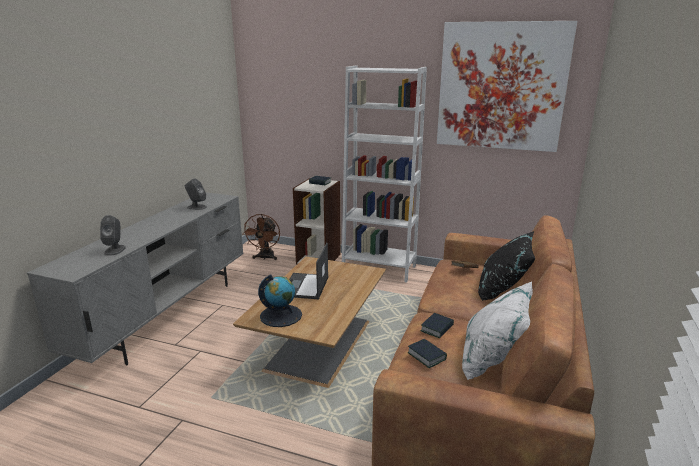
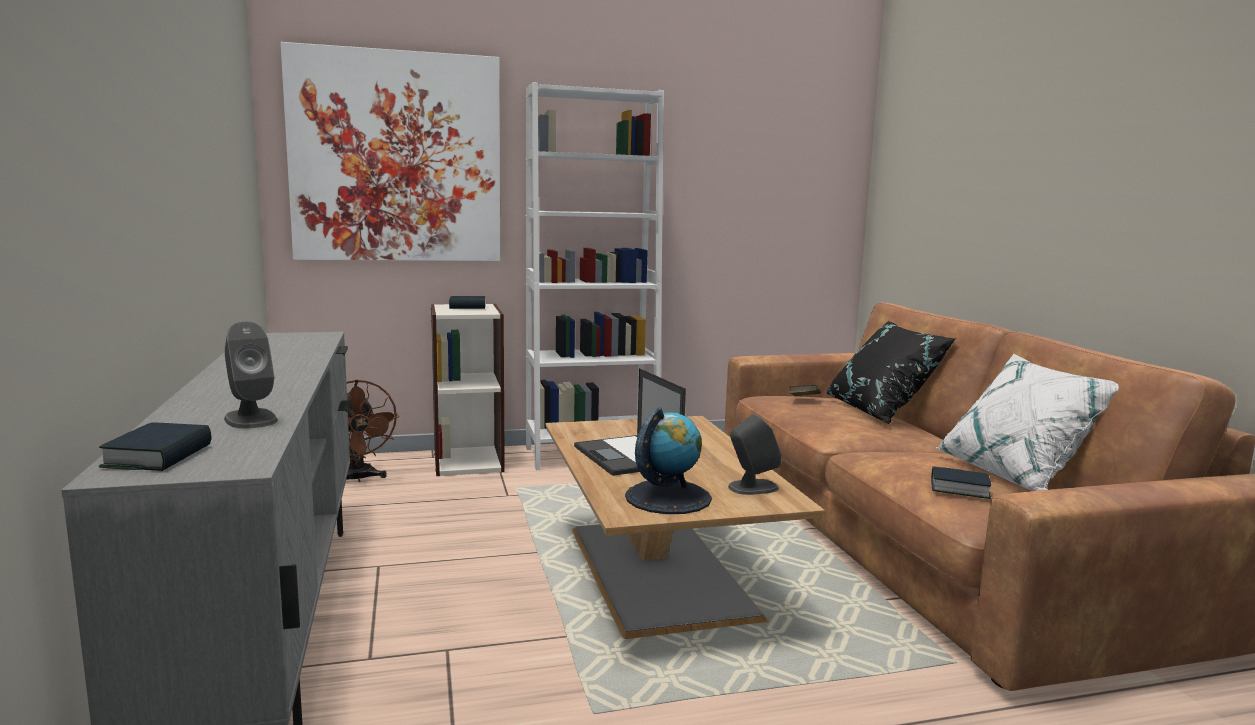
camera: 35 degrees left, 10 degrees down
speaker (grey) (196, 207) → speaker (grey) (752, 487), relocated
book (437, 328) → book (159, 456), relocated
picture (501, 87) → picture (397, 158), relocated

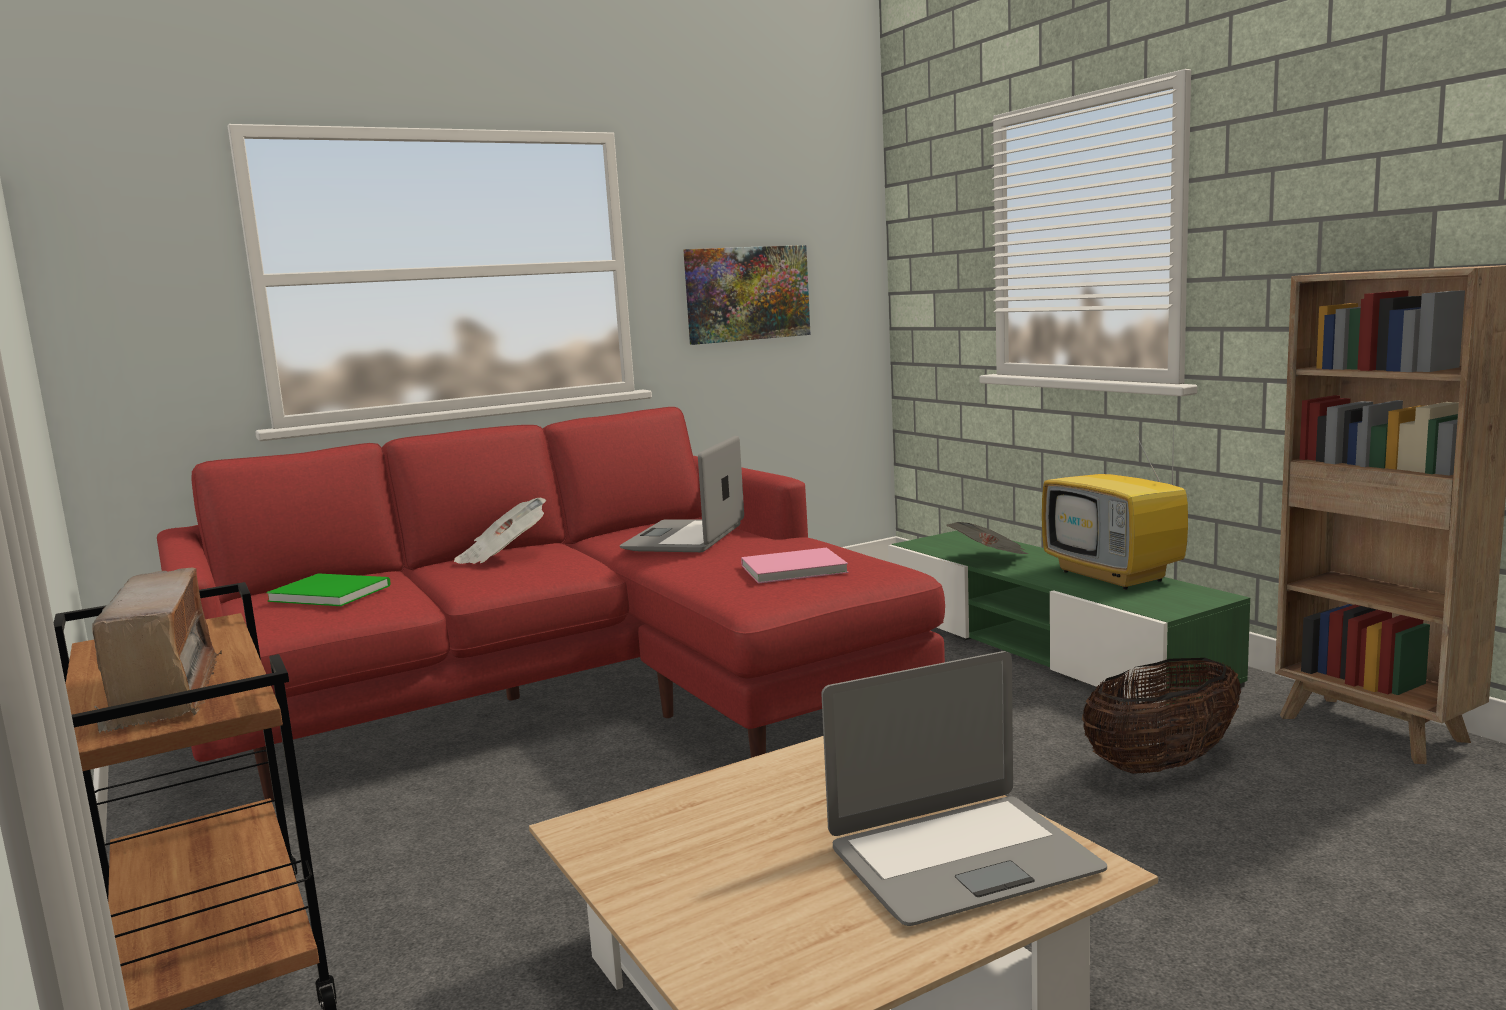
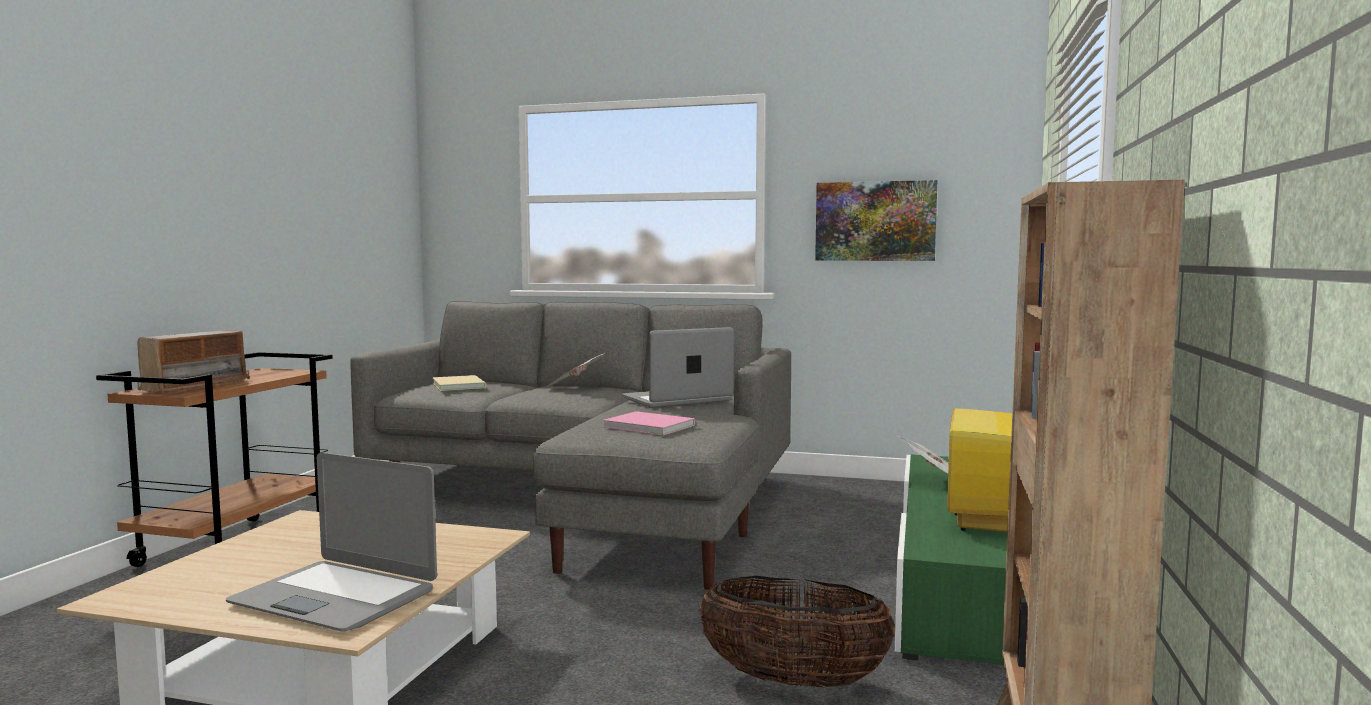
camera: 45 degrees right, 5 degrees down
sofa (red) (570, 704) → sofa (grey) (593, 501)
book (green) (329, 592) → book (beige) (460, 385)

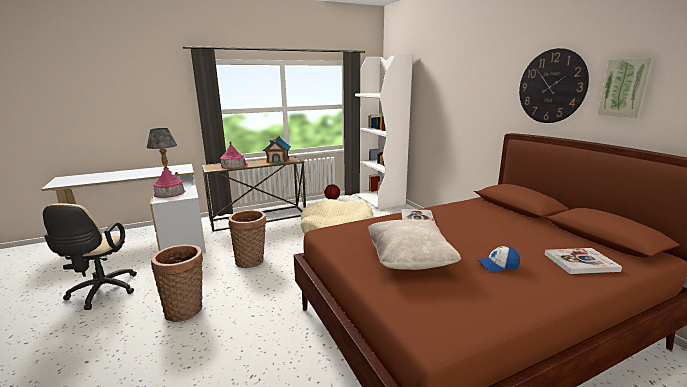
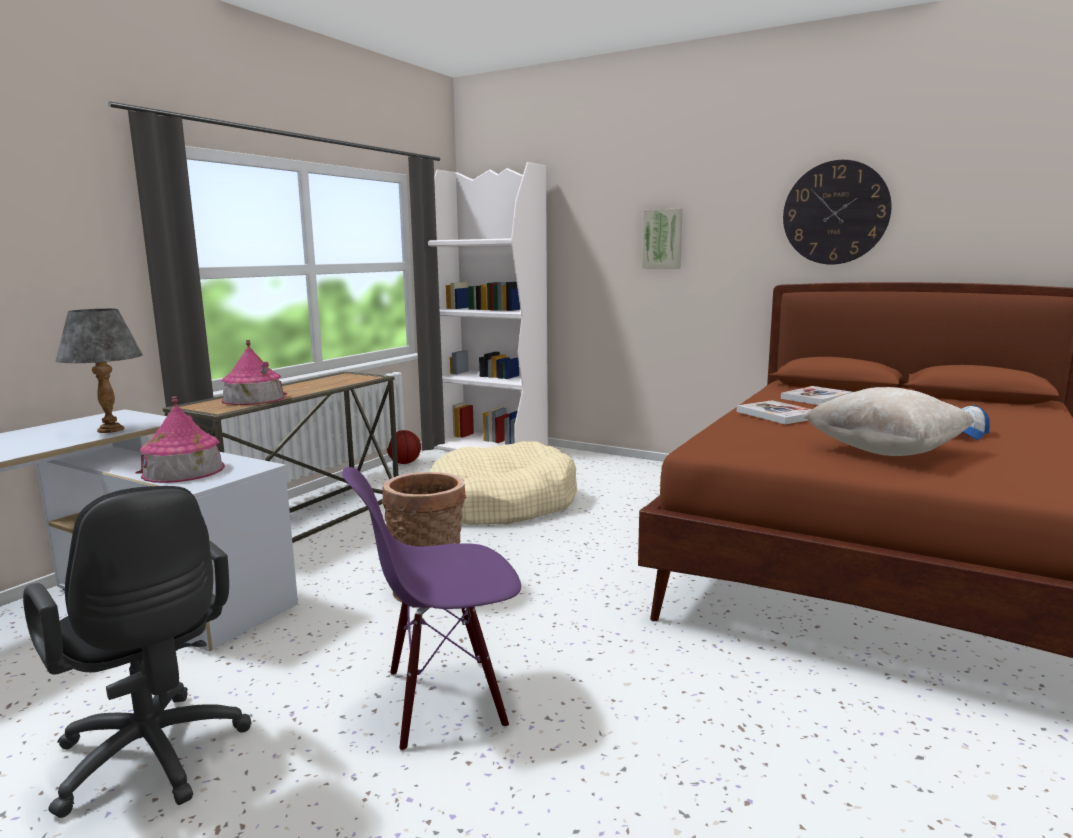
camera: 35 degrees left, 5 degrees down
office chair (beige) (102, 292) → office chair (black) (154, 760)
basket (186, 309) → chair (purple) (444, 700)
toy house (278, 160) → -
book (580, 262) → book (816, 398), relocated
picture (625, 88) → picture (662, 239), relocated

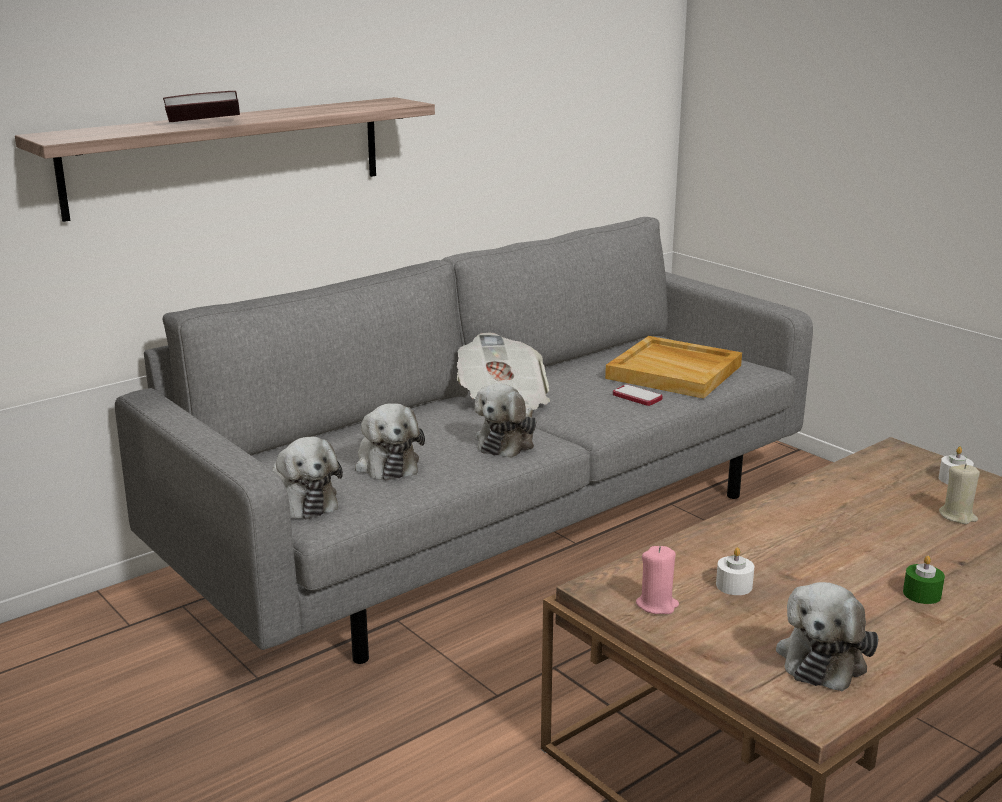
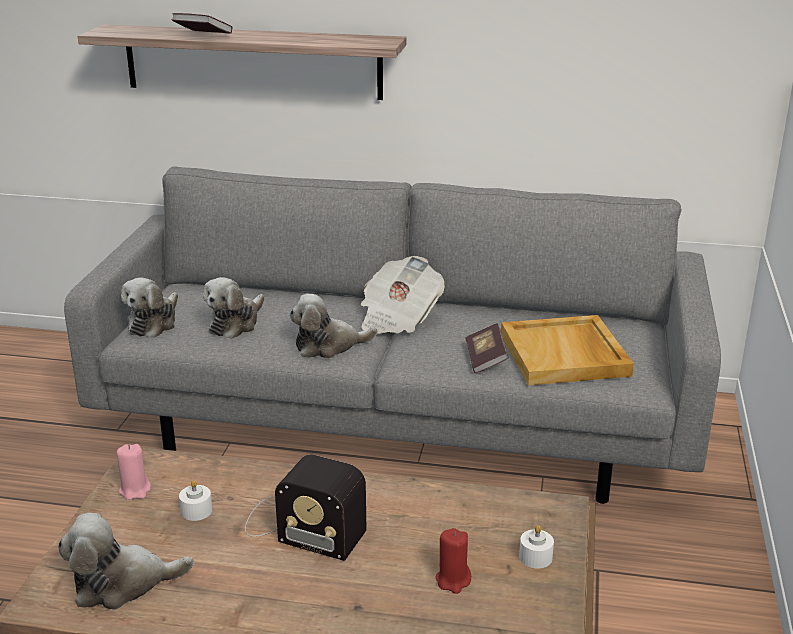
camera: 50 degrees right, 5 degrees up
phone (637, 397) → book (485, 359)
candle (green) (922, 594) → -
candle (beige) (957, 516) → candle (red) (453, 580)
- → radio (300, 525)

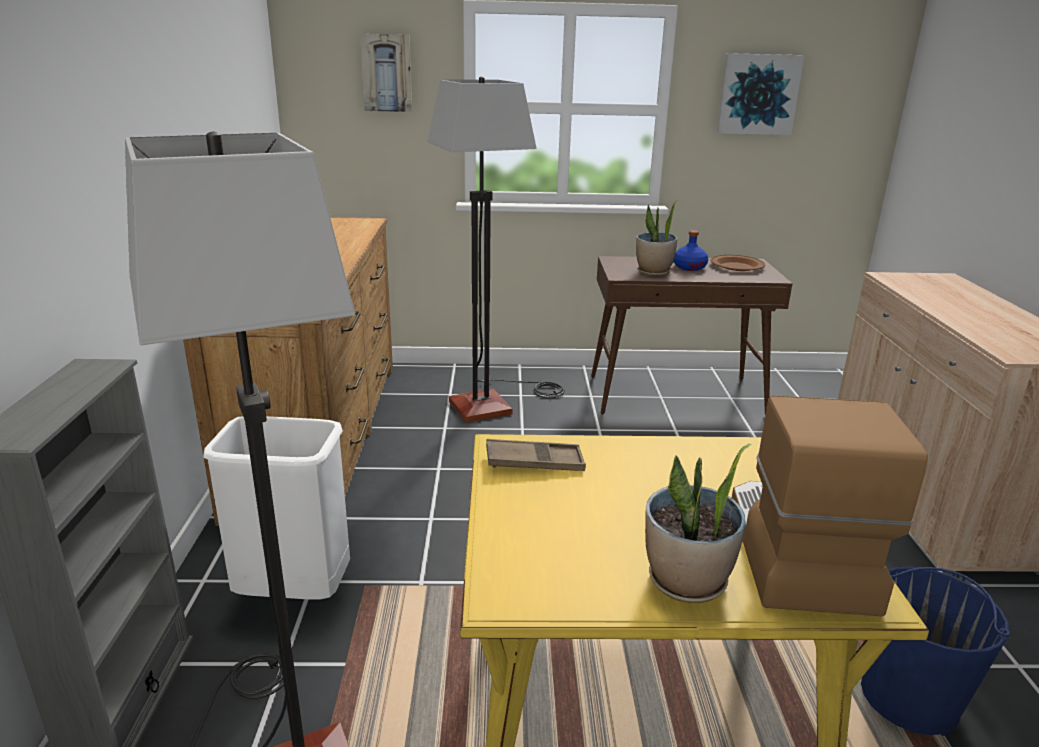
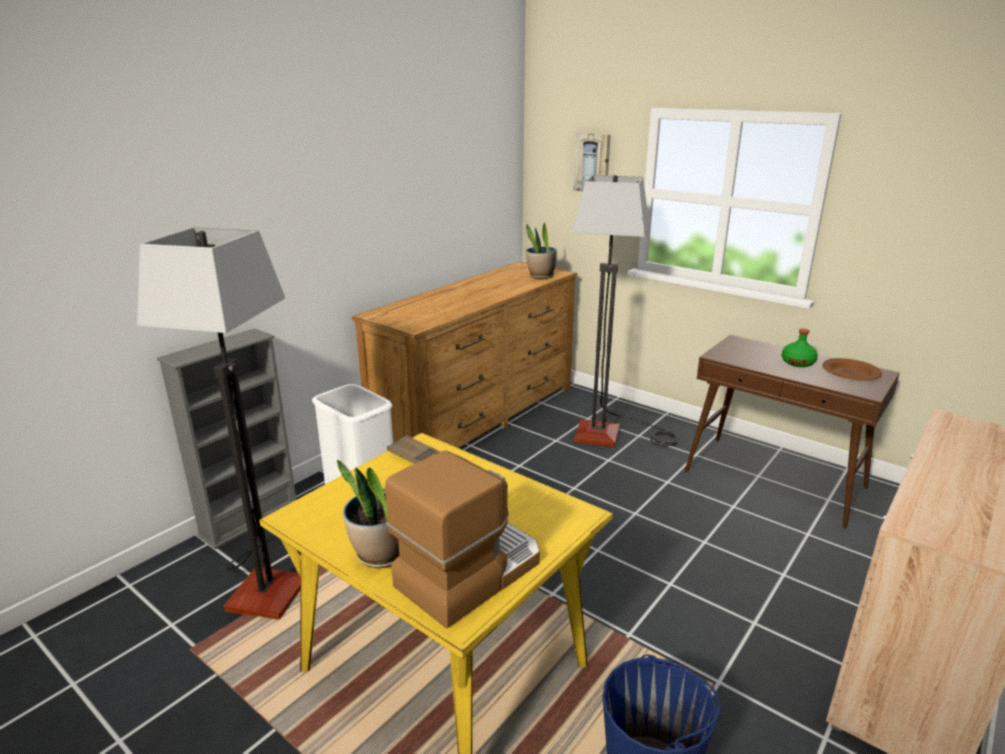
camera: 40 degrees right, 0 degrees up
potted plant (653, 272) → potted plant (541, 276), relocated
bottle (blue) (689, 267) → bottle (green) (797, 362)
picture (758, 94) → -

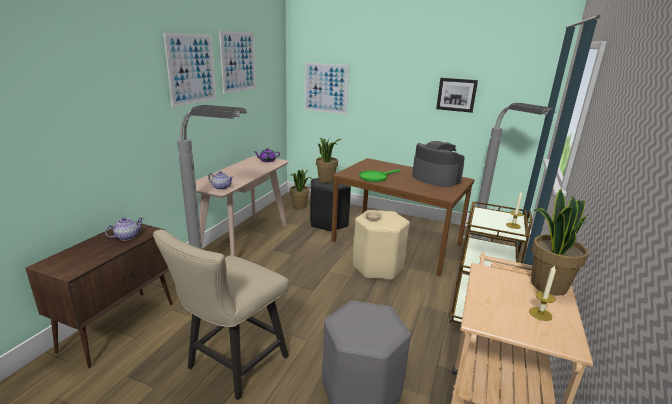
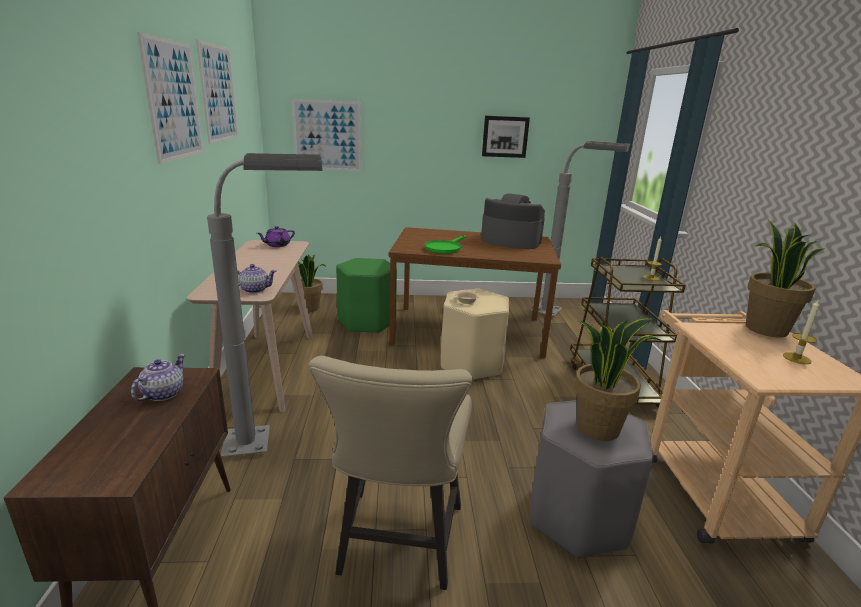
camera: 25 degrees left, 0 degrees up
stool (black) (329, 222) → stool (green) (366, 322)
potted plant (326, 180) → potted plant (598, 427), relocated

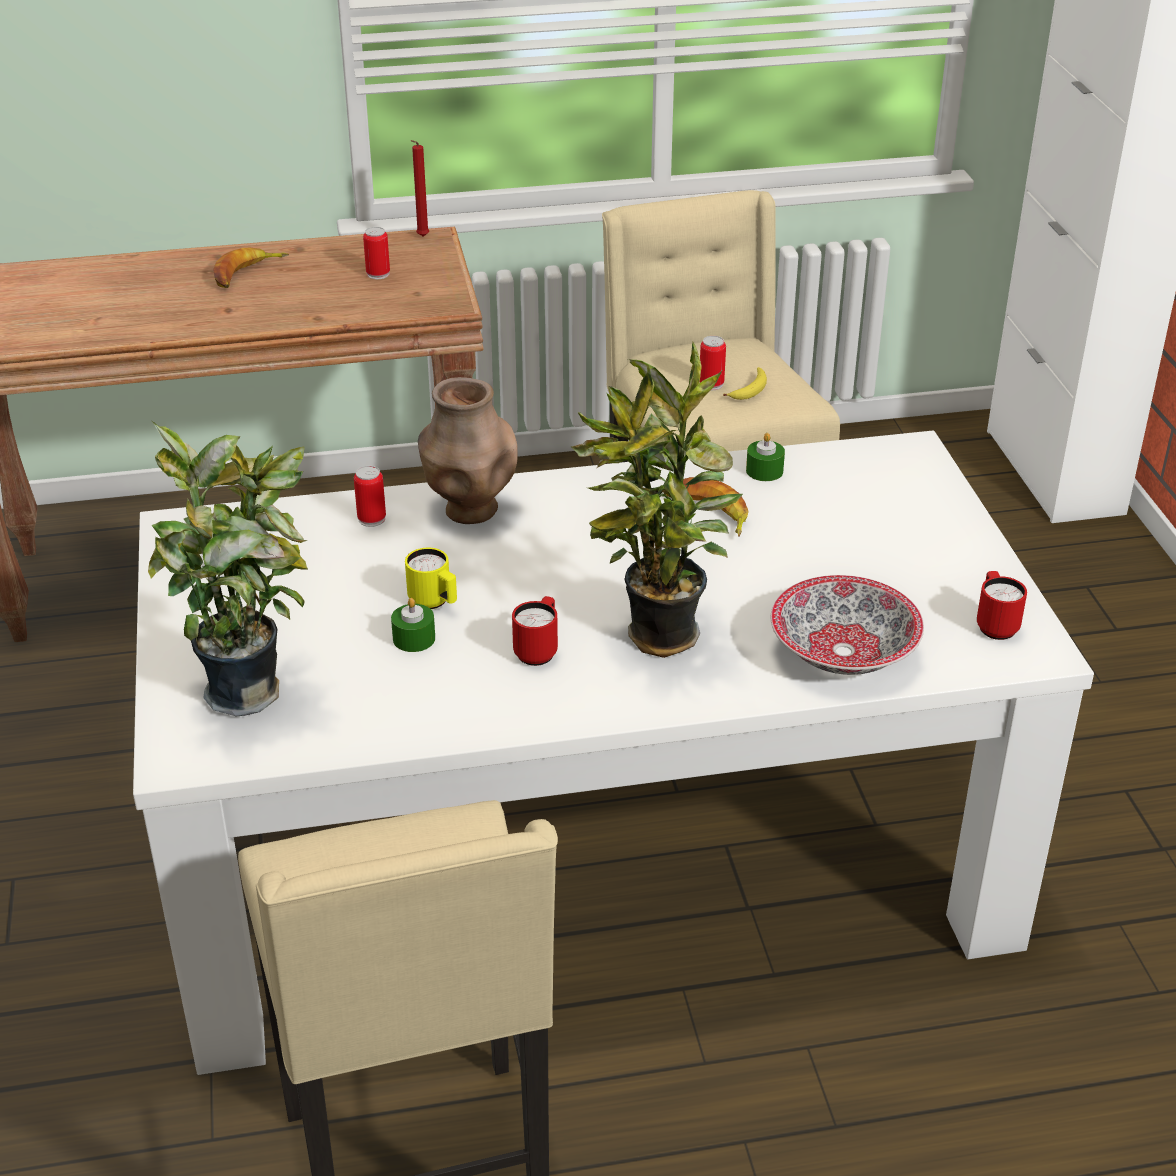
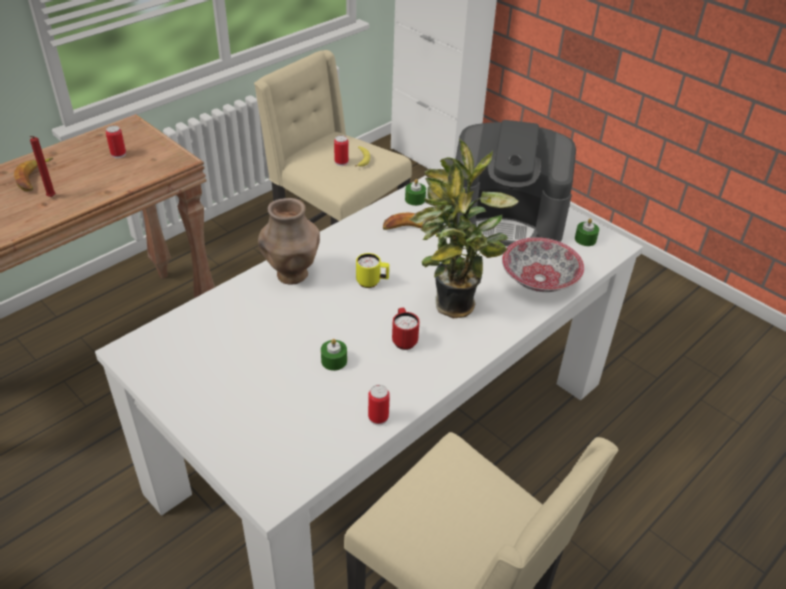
camera: 35 degrees left, 5 degrees up
potted plant (252, 690) → -
can (371, 519) → can (378, 417), relocated
mug (yellow) (434, 603) → mug (yellow) (372, 282), relocated
candle (red) (421, 237) → candle (red) (51, 198), relocated
mug (red) (994, 625) → candle (green) (585, 239)
- → coffee machine (507, 217)

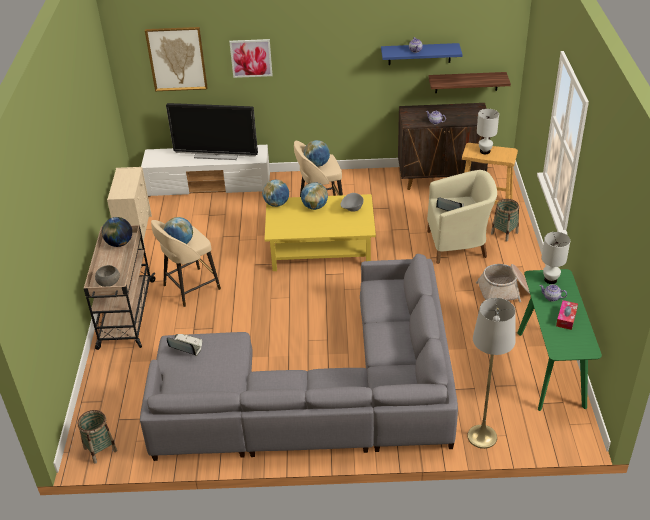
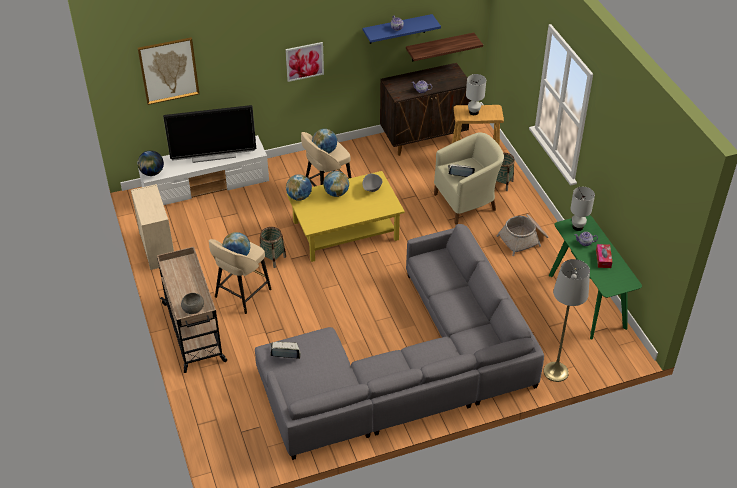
camera: 20 degrees left, 5 degrees up
basket (100, 449) → basket (272, 258), relocated
globe (119, 243) → globe (152, 173), relocated
picture (251, 58) → picture (304, 61), relocated

